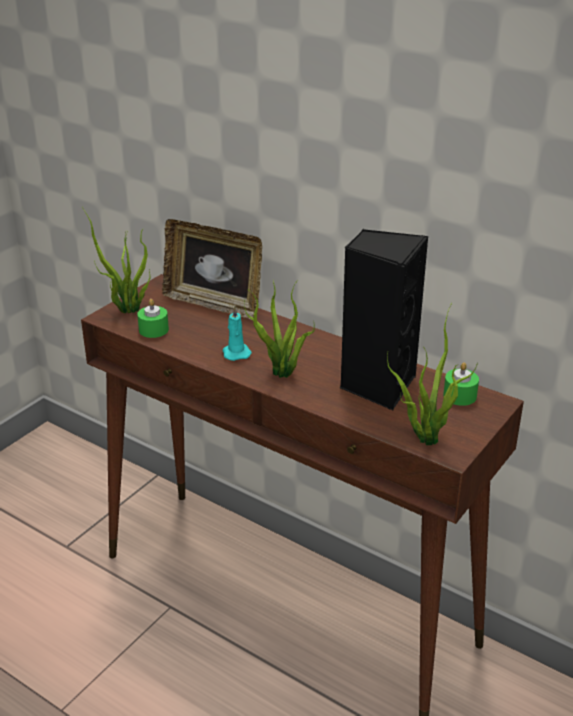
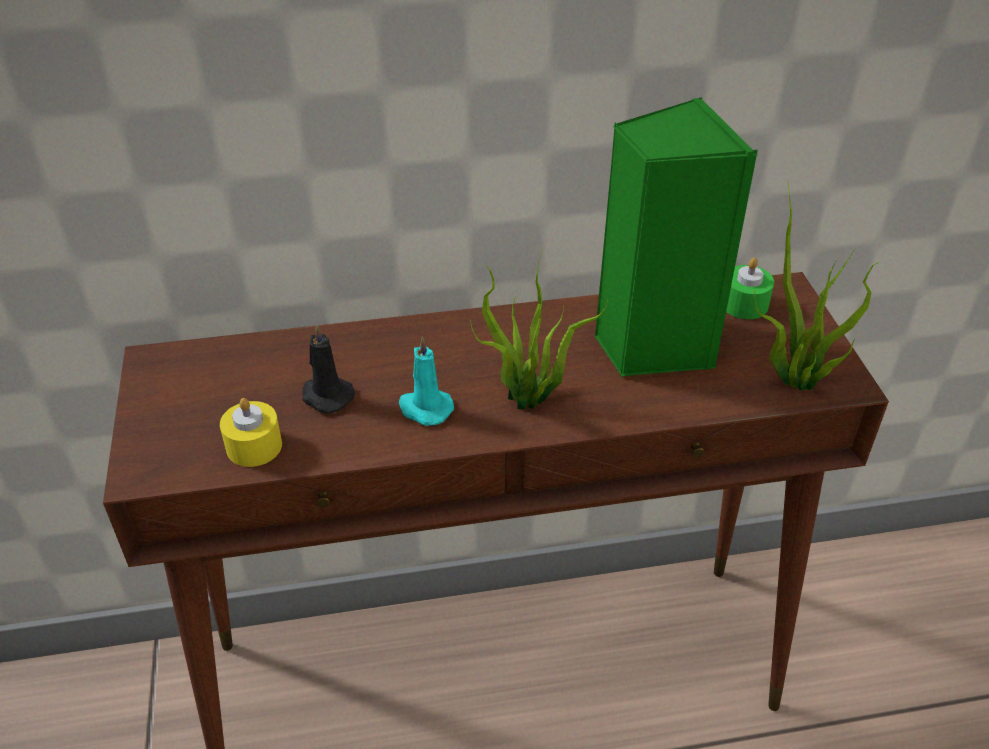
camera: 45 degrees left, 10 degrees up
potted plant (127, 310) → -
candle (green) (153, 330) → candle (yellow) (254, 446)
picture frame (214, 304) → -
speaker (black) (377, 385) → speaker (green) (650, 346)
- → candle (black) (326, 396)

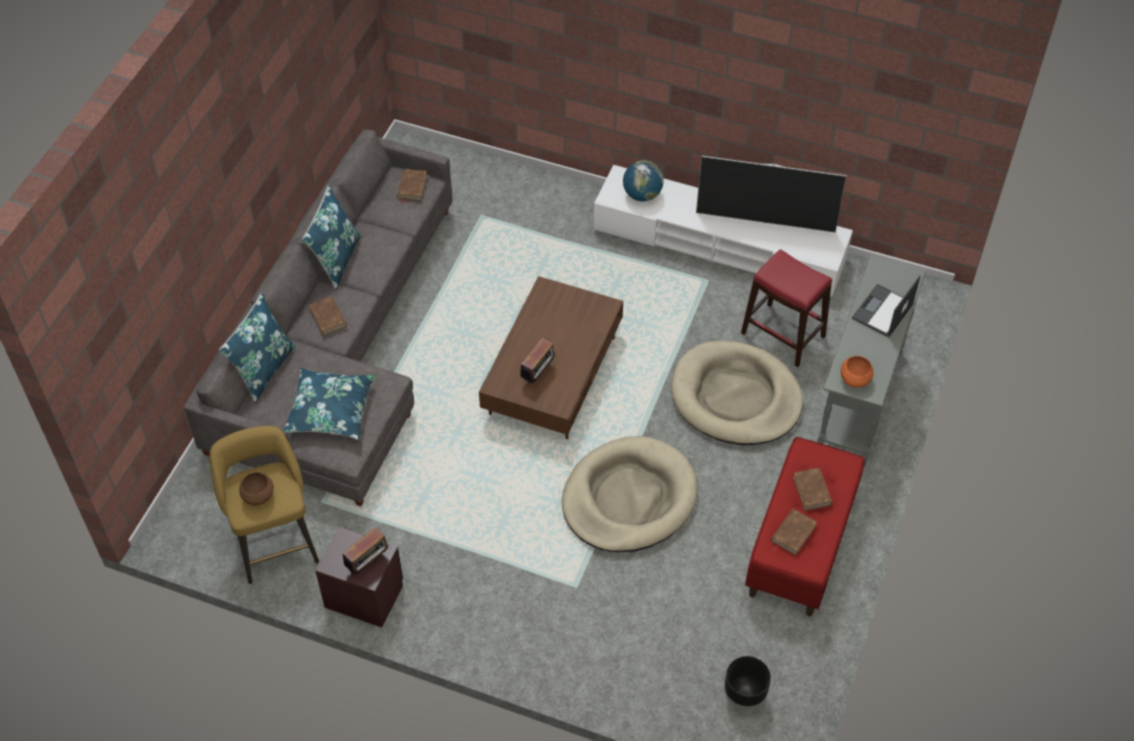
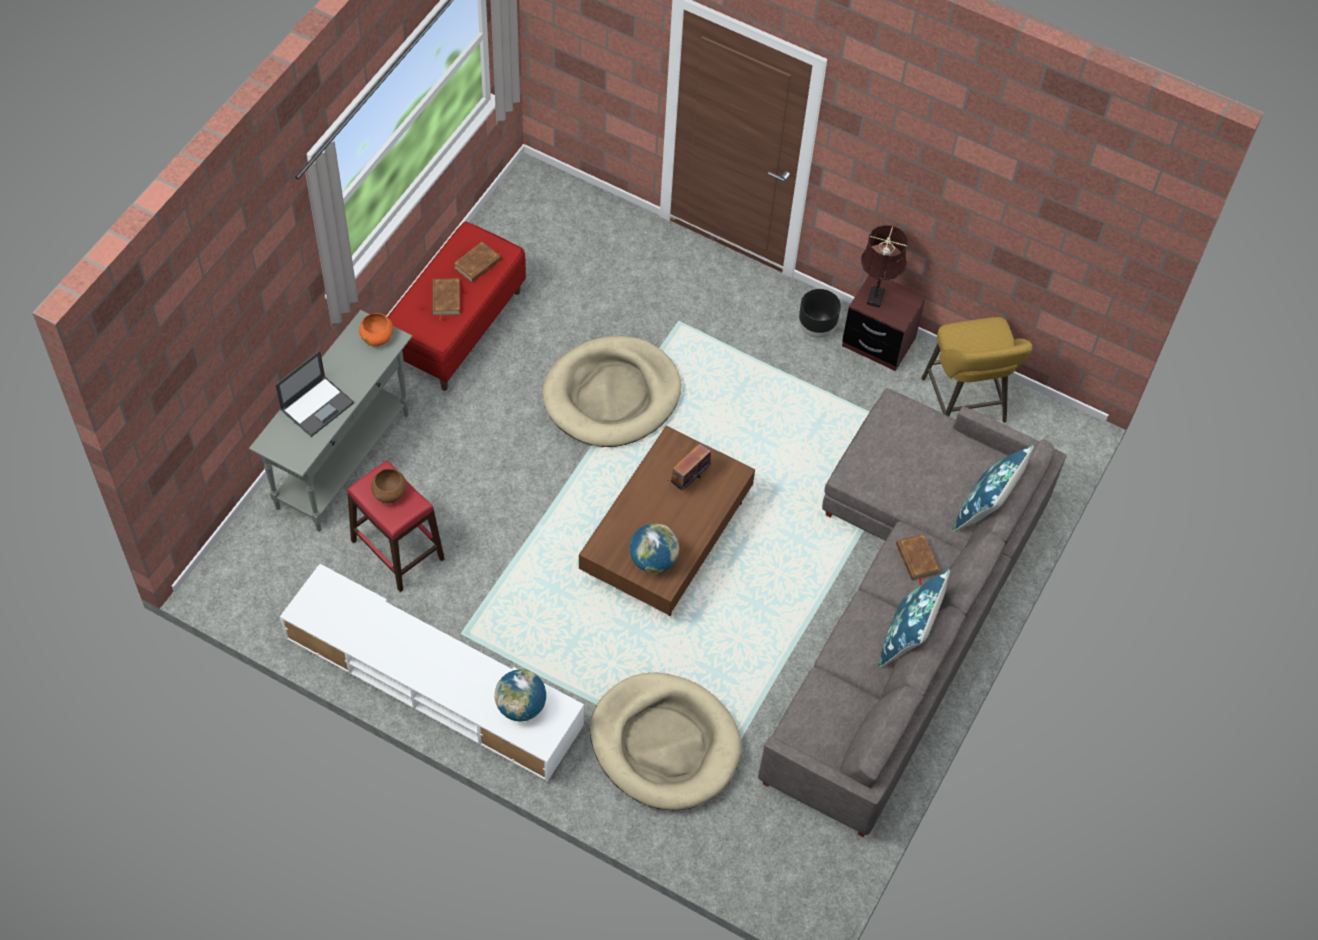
camera: 175 degrees left, 5 degrees up
bowl (brown) (258, 496) → bowl (brown) (390, 493), relocated
pillow (blue) (330, 410) → -
radio (368, 563) → table lamp (brown) (876, 295)
book (brown) (412, 187) → -
dog bed (beige) (735, 397) → dog bed (beige) (664, 744), relocated
television (765, 221) → -
planter (black) (744, 695) → planter (black) (817, 328), relocated
- → globe (653, 560)

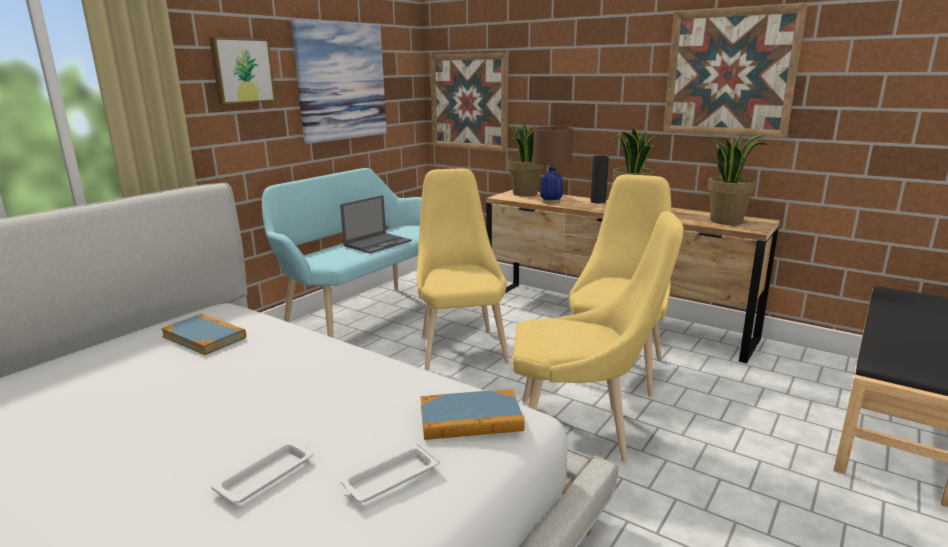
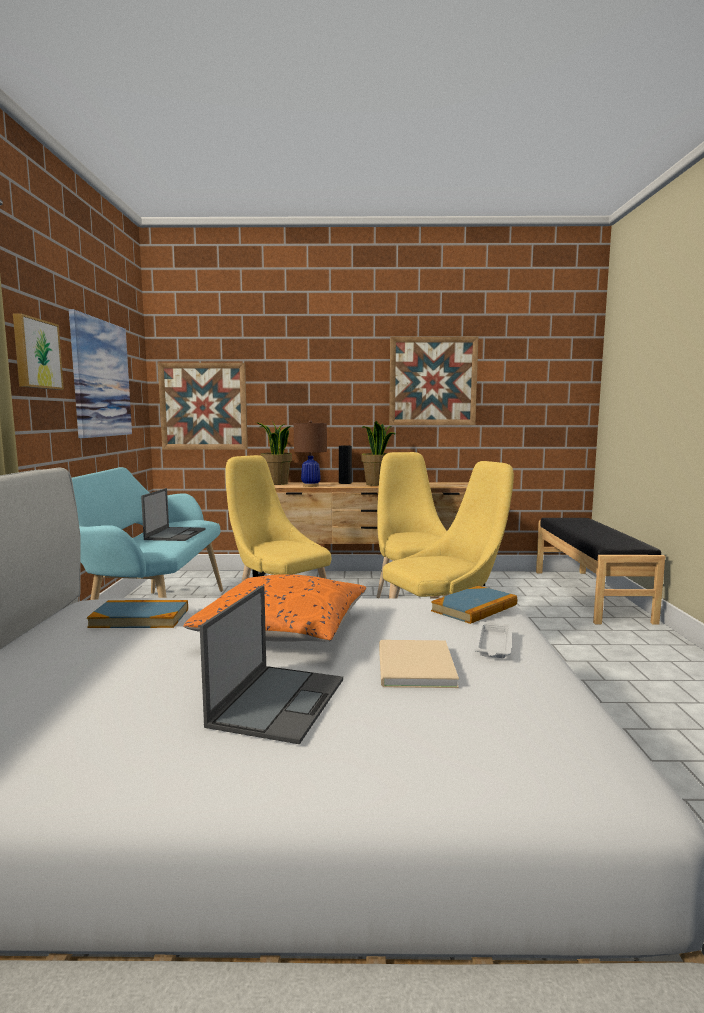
camera: 35 degrees left, 10 degrees down
tray (white) (267, 476) → book (beige) (413, 667)
potted plant (726, 221) → -
- → pillow (orange) (284, 630)
- → laptop (279, 701)

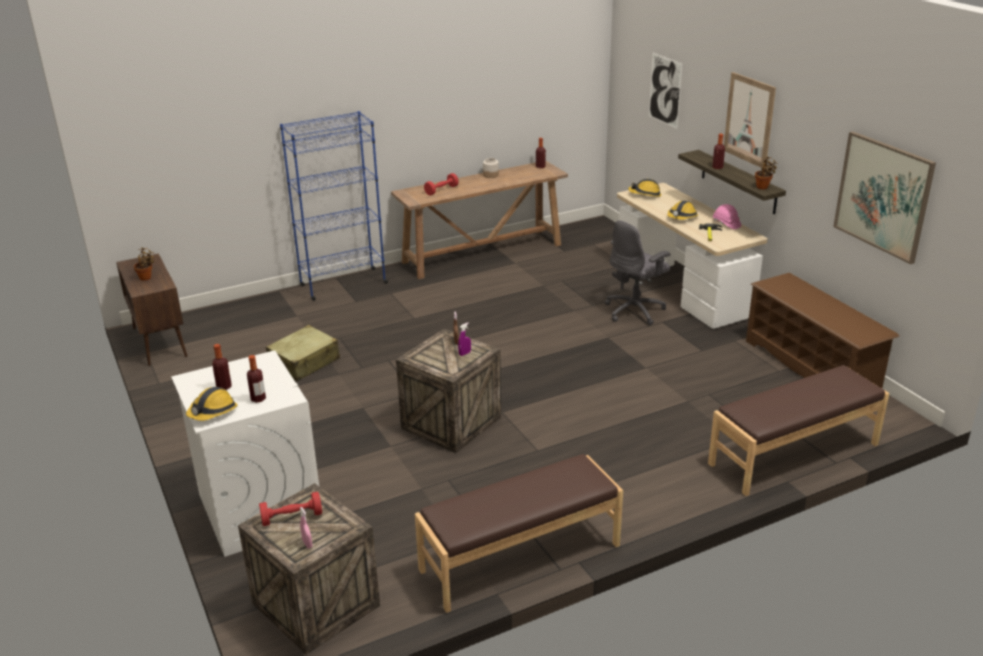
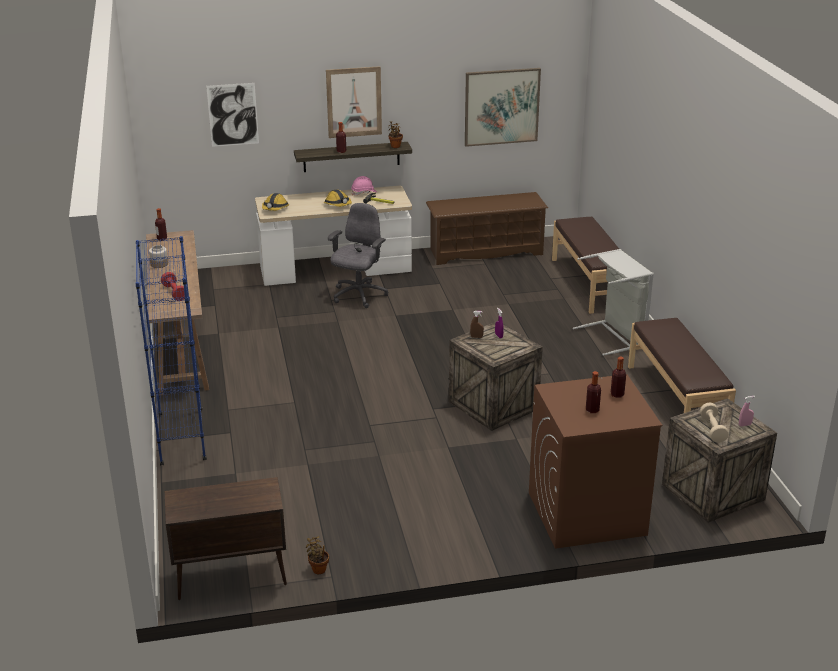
camera: 75 degrees left, 0 degrees up
potted plant (146, 277) → potted plant (318, 569), relocated
washing machine (white) (259, 508) → washing machine (brown) (586, 514)
hard hat (213, 412) → -
dumbbell (red) (292, 517) → dumbbell (beige) (712, 429)
suitcase (beige) (304, 362) → -
office chair (grey) (635, 311) → office chair (grey) (358, 295), 135 degrees counterclockwise
- → laundry basket (grey) (615, 336)

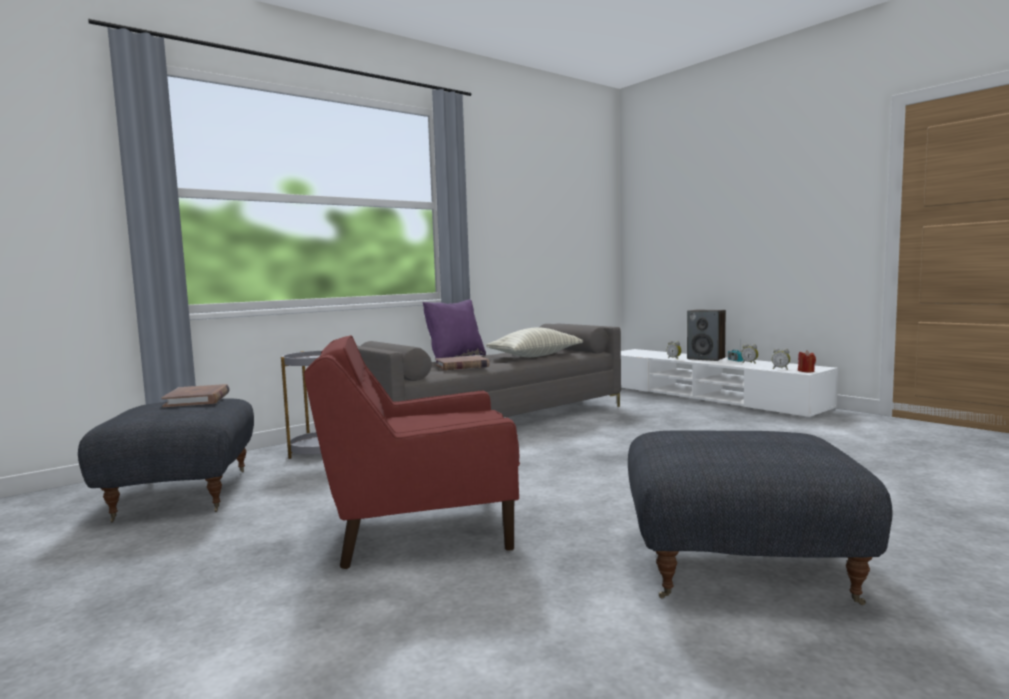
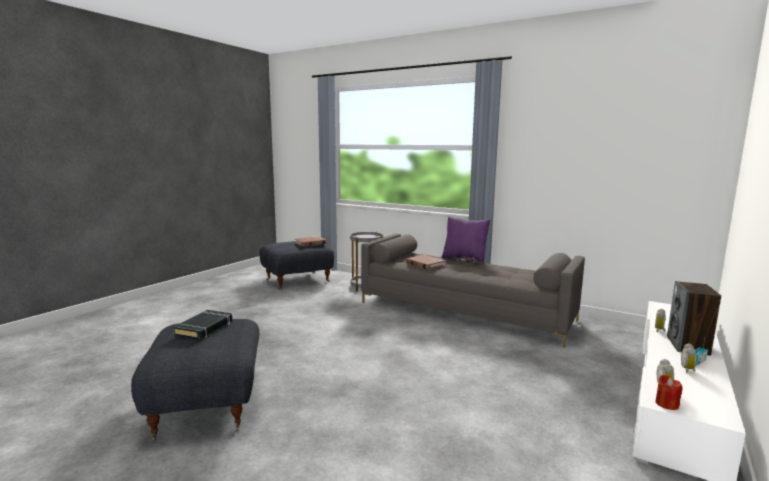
camera: 70 degrees right, 5 degrees up
armchair (red) (419, 528) → -
pillow (535, 356) → -
- → book (black) (204, 328)

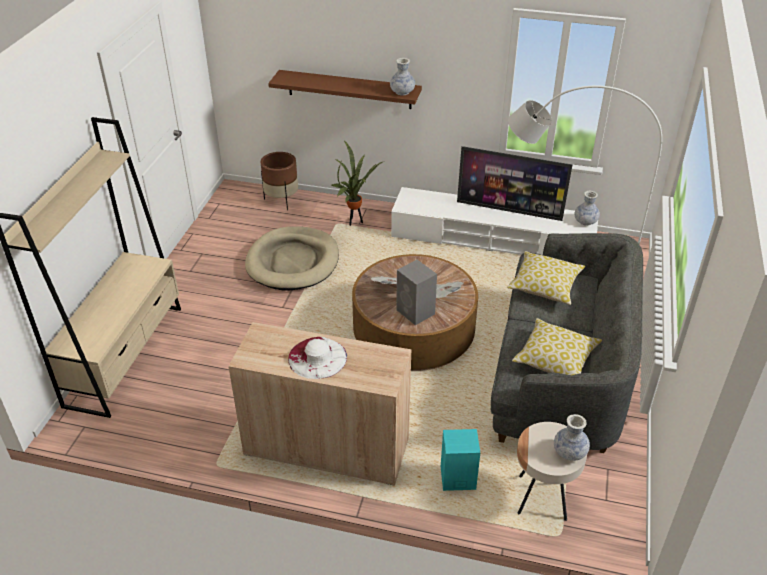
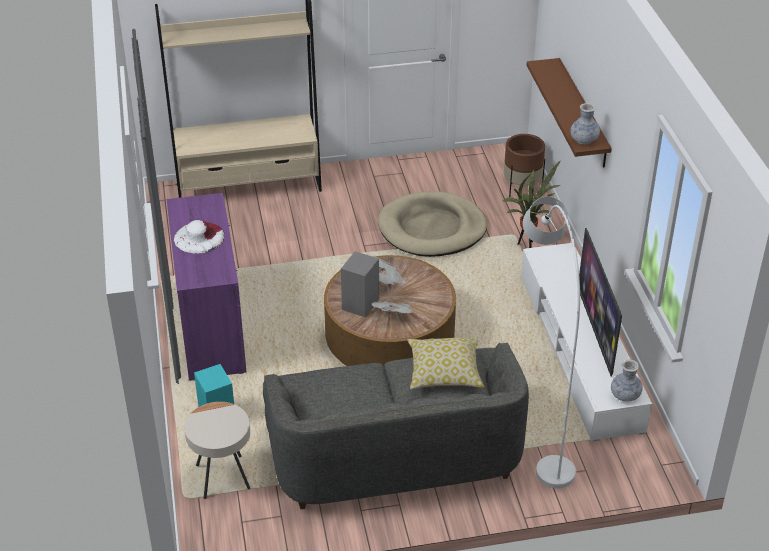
camera: 65 degrees right, 0 degrees up
cabinet (beige) (327, 447) → cabinet (purple) (211, 329)
pillow (555, 360) → -
vase (569, 452) → -

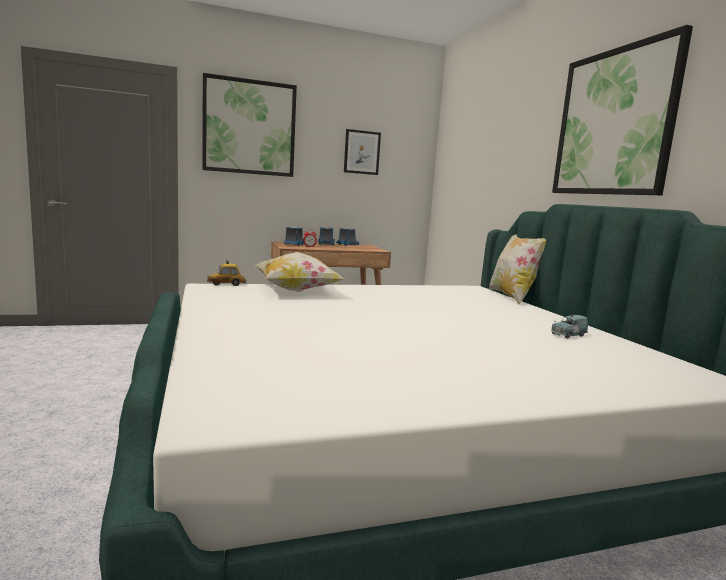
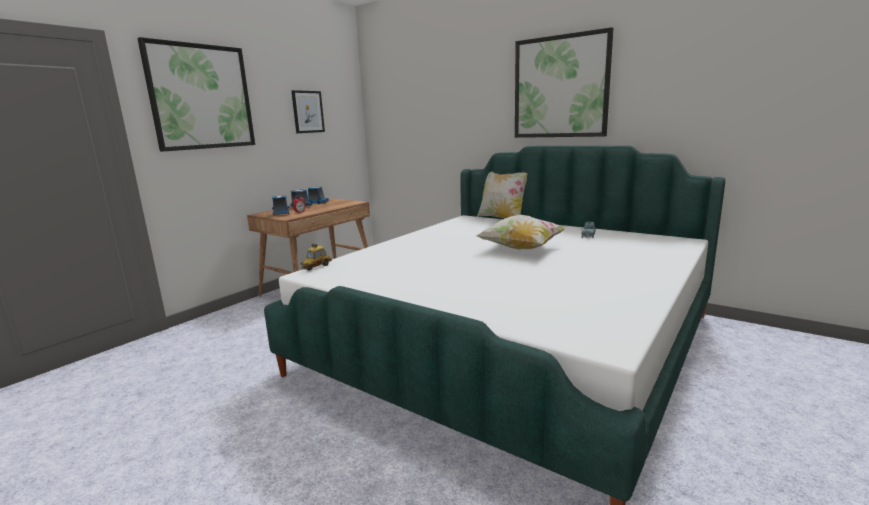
camera: 35 degrees left, 5 degrees up
pillow (296, 291) → pillow (521, 249), relocated

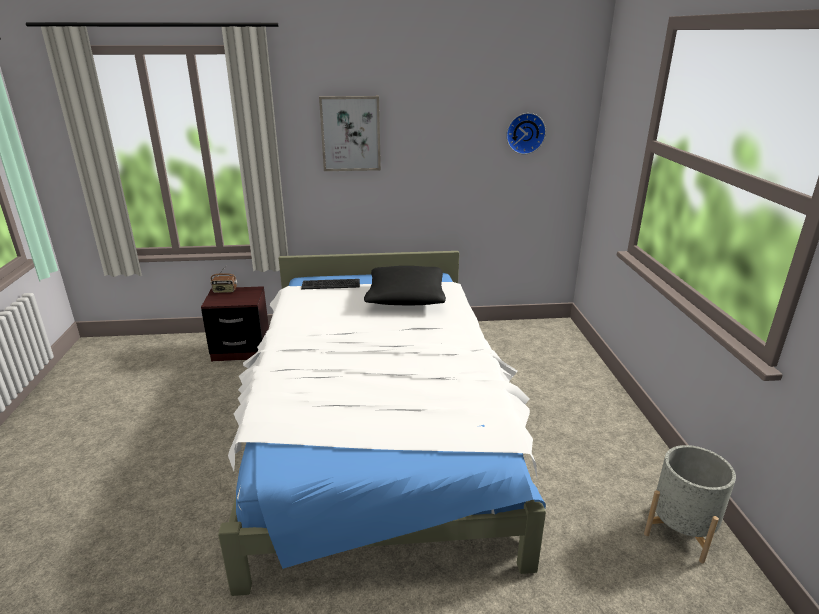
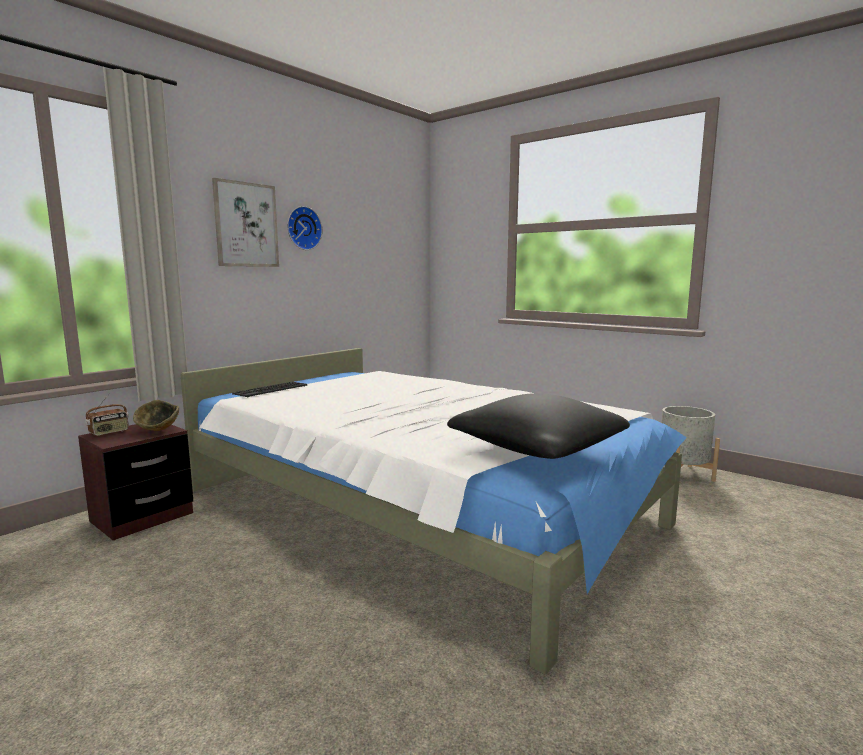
camera: 45 degrees left, 15 degrees down
pillow (black) (406, 298) → pillow (black) (537, 448), relocated
wall clock (525, 133) → wall clock (303, 228), relocated
- → bowl (159, 431)

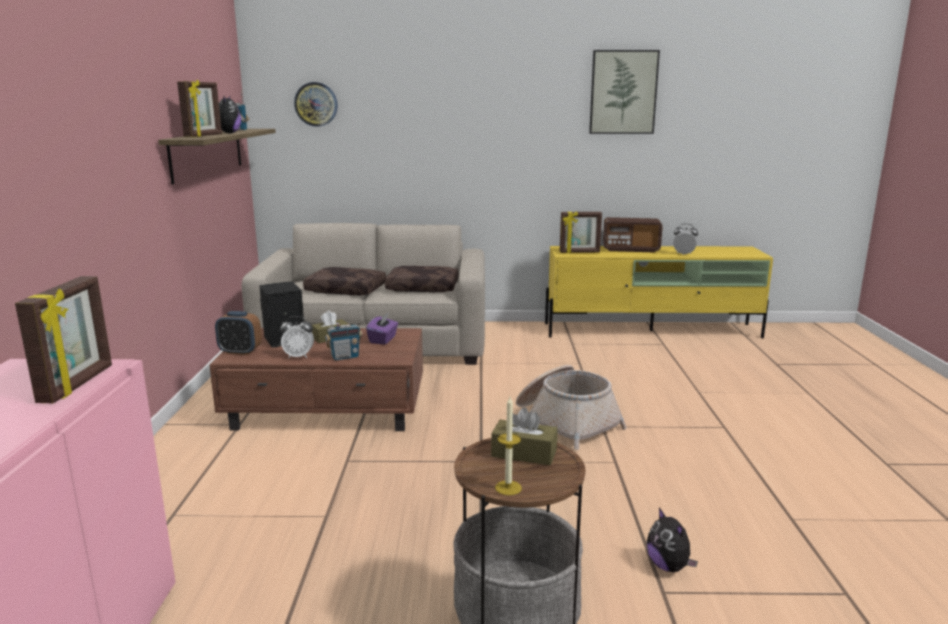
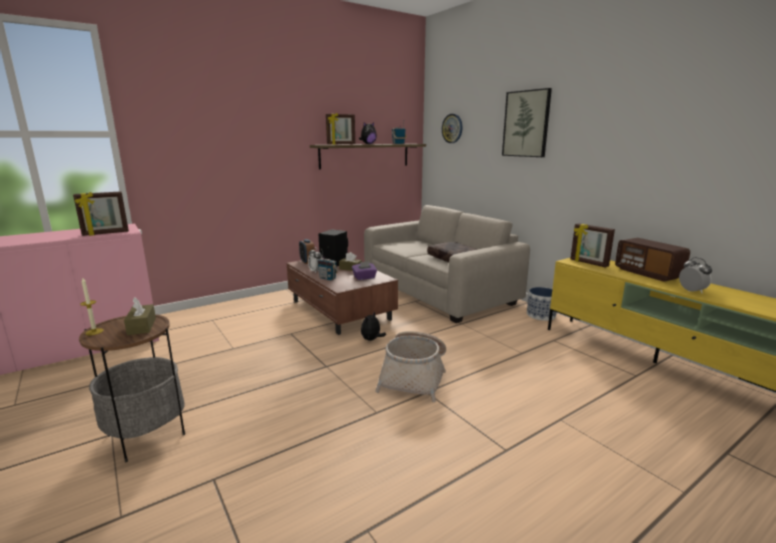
camera: 55 degrees right, 0 degrees up
pillow (brown) (347, 290) → -
picture (623, 92) → picture (526, 124), relocated
plush toy (669, 566) → plush toy (371, 340), relocated
- → planter (541, 315)

